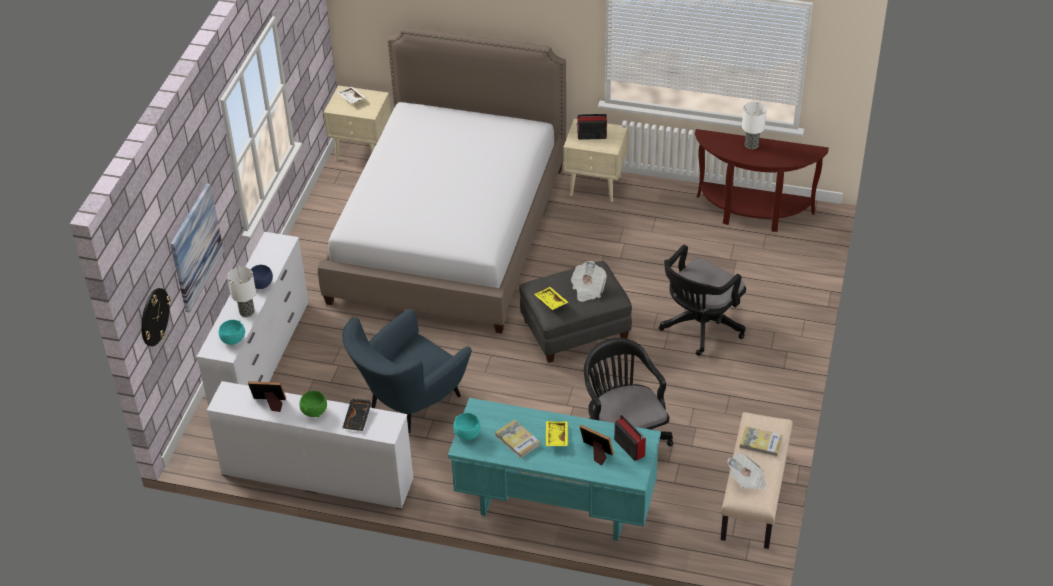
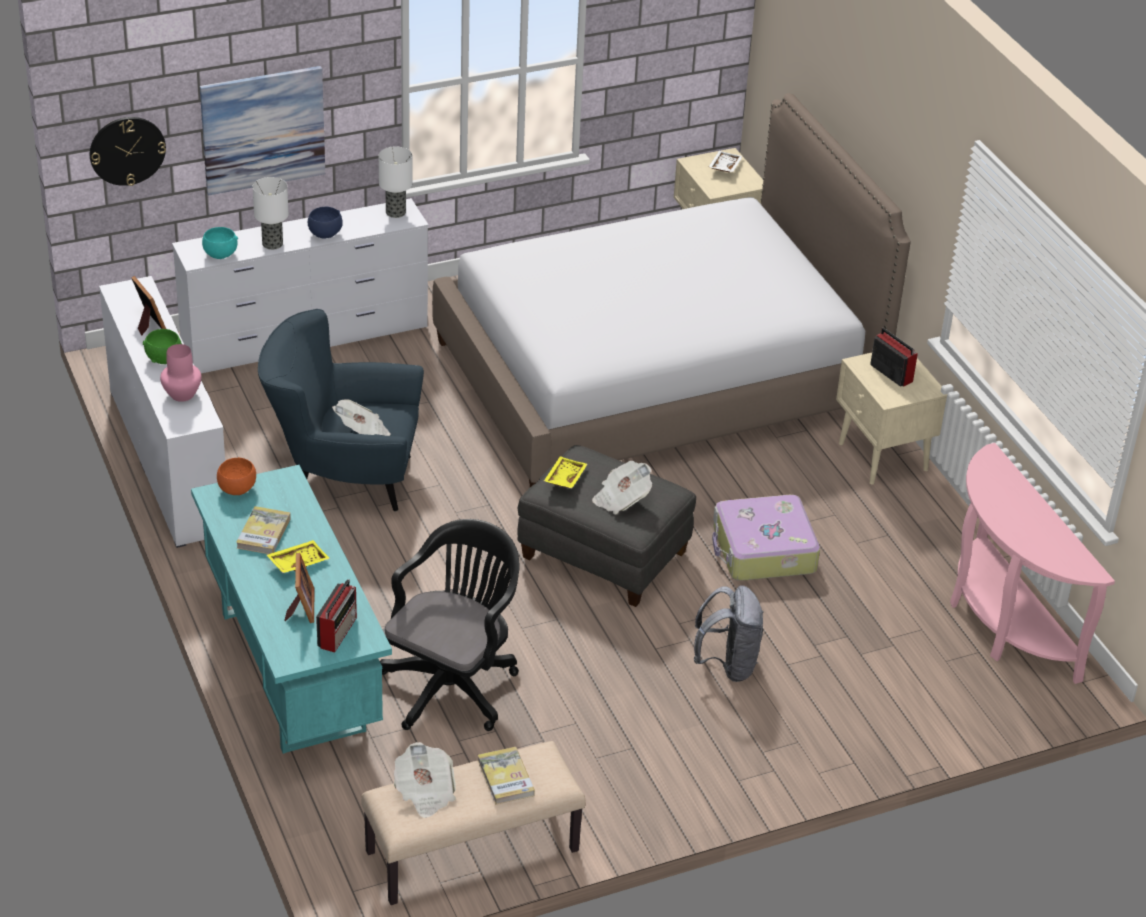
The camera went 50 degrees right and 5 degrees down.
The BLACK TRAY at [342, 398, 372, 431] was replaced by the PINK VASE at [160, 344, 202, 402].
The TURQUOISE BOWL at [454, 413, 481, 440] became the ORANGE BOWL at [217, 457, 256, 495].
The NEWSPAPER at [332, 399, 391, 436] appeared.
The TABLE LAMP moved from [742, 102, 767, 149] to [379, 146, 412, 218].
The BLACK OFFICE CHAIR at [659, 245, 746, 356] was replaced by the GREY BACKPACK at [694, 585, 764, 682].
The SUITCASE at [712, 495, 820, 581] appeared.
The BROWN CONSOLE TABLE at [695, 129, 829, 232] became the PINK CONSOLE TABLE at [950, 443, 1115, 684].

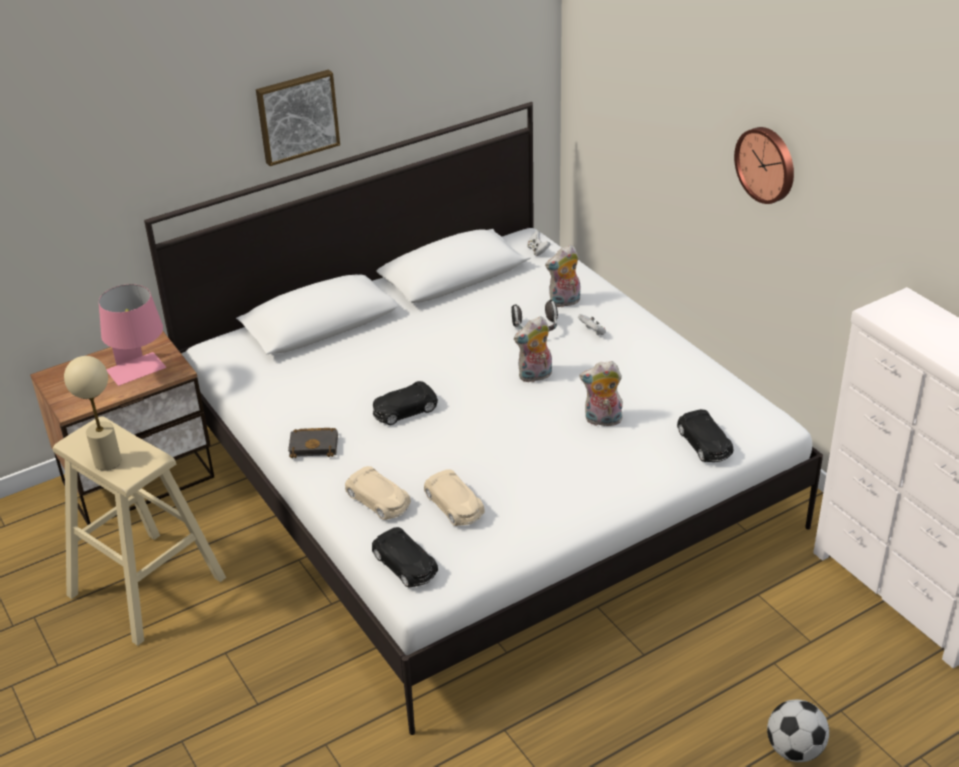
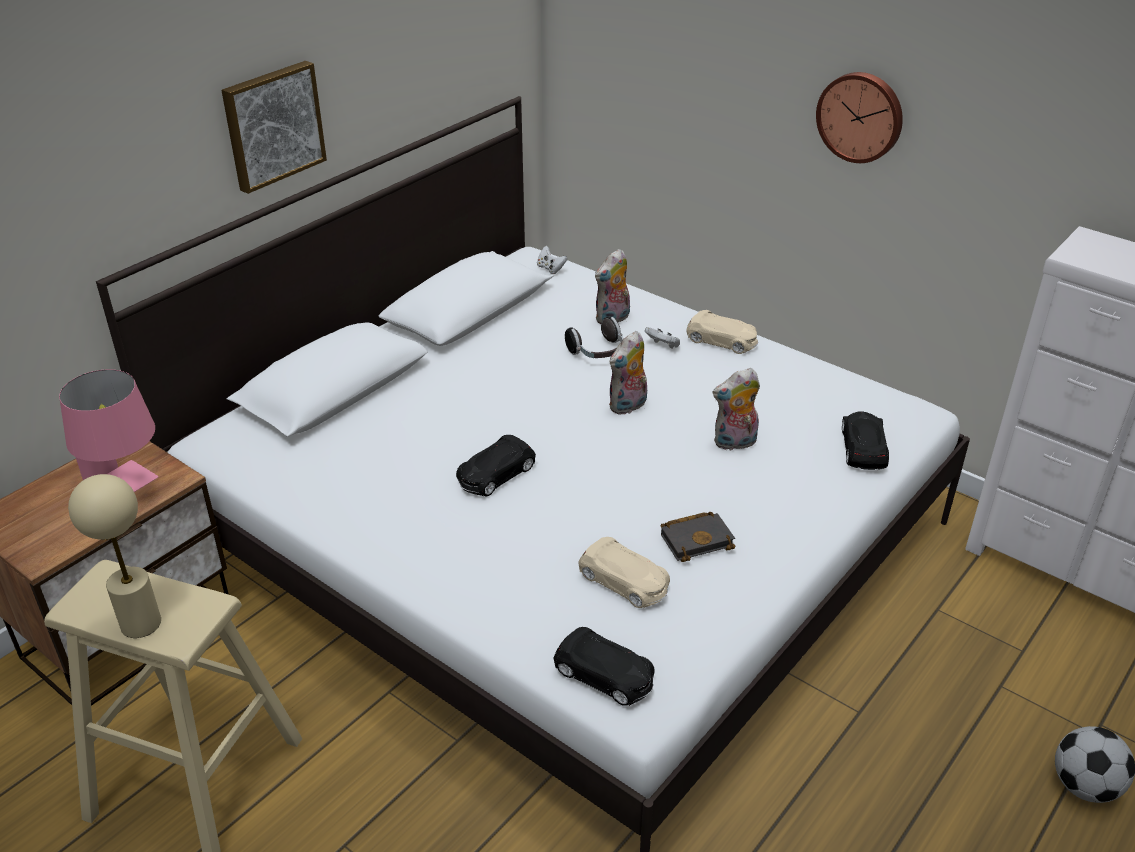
The camera went 20 degrees left and 0 degrees up.
The BLACK BOOK moved from [288, 428, 338, 458] to [661, 512, 735, 562].
The BEIGE TOY CAR moved from [345, 466, 411, 520] to [686, 310, 758, 354].
The BLACK TOY CAR at [677, 409, 733, 462] turned 135 degrees counterclockwise.

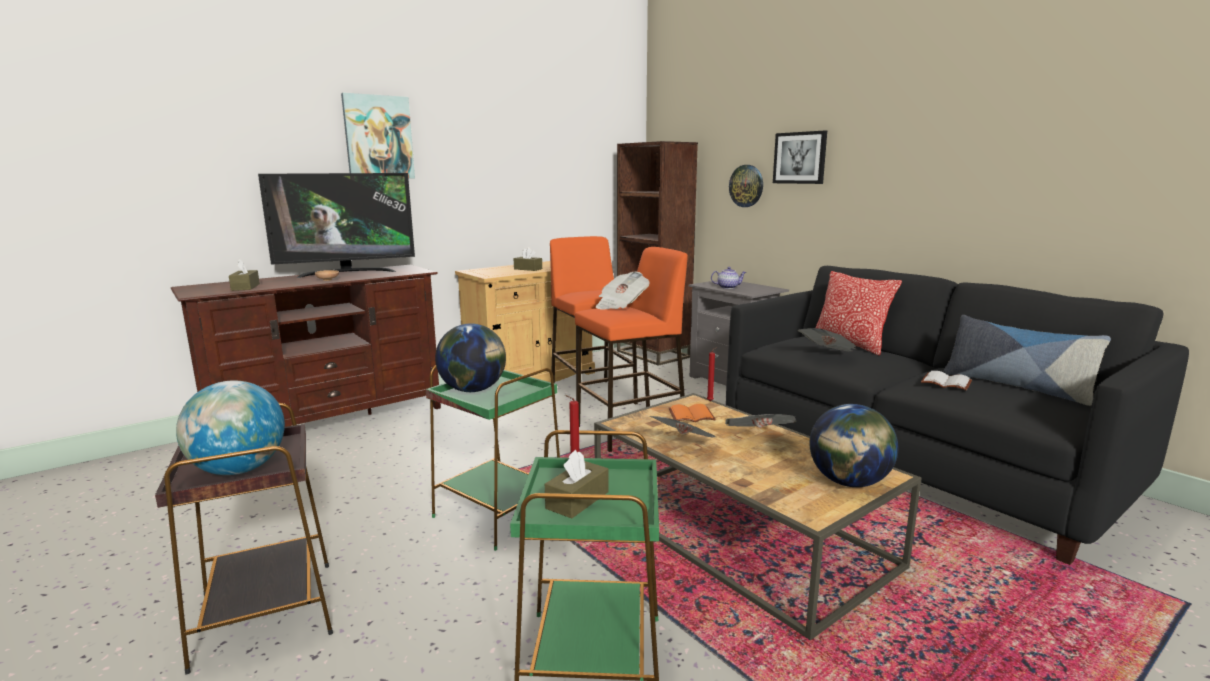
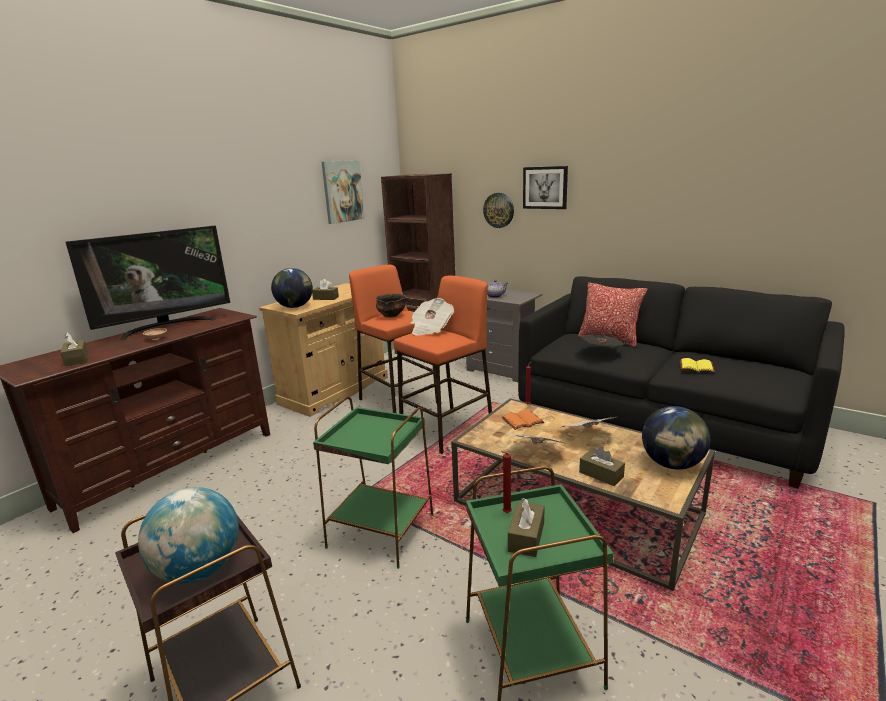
The camera went 15 degrees left and 5 degrees up.
The GLOBE moved from [435, 323, 506, 392] to [271, 268, 313, 308].
The PICTURE moved from [341, 93, 415, 178] to [321, 160, 365, 224].
The BOWL at [376, 293, 406, 317] appeared.
The BROWN TISSUE BOX at [579, 447, 625, 486] appeared.
The WHITE BOOK at [921, 371, 972, 390] became the YELLOW BOOK at [680, 358, 715, 373].
The PILLOW at [944, 315, 1111, 406] disappeared.

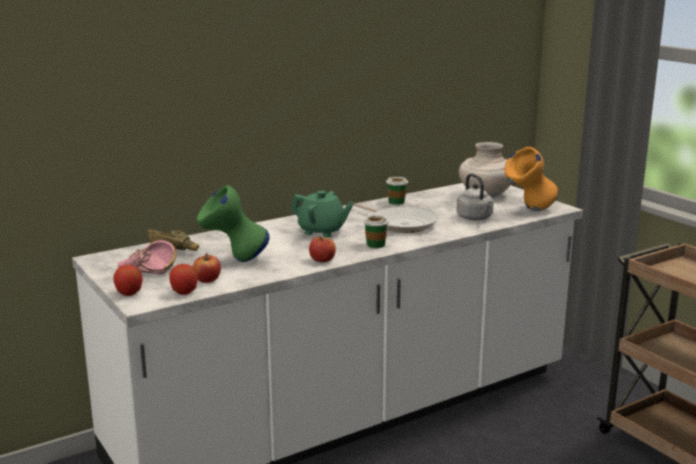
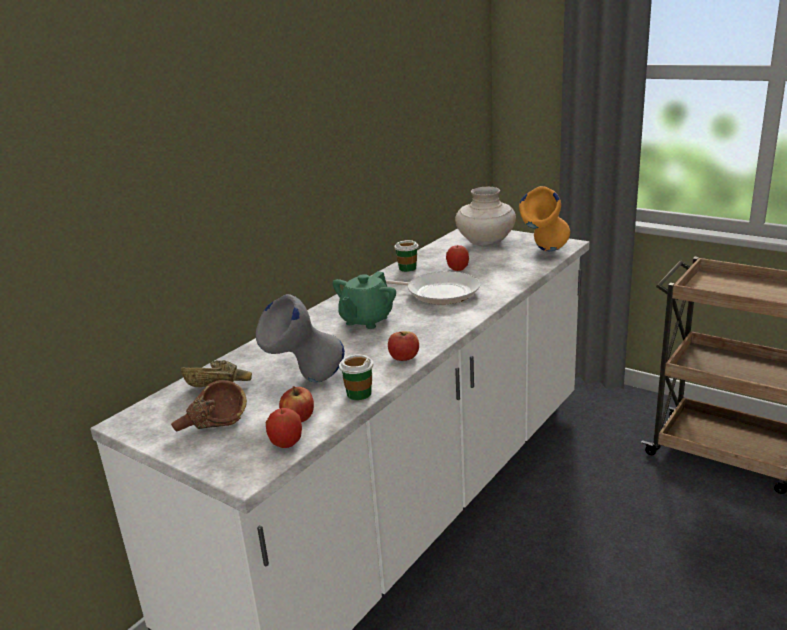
The camera went 20 degrees left and 5 degrees up.
The PINK BOWL at [117, 240, 176, 274] became the BROWN BOWL at [171, 380, 247, 431].
The GREEN VASE at [197, 185, 270, 262] became the GREY VASE at [256, 294, 345, 382].
The GREEN TEAPOT at [291, 191, 354, 237] turned 120 degrees clockwise.
The CUP moved from [363, 215, 389, 248] to [339, 354, 374, 400].
The APPLE moved from [113, 264, 143, 296] to [446, 245, 469, 271].
The GREY KETTLE at [456, 173, 494, 220] disappeared.

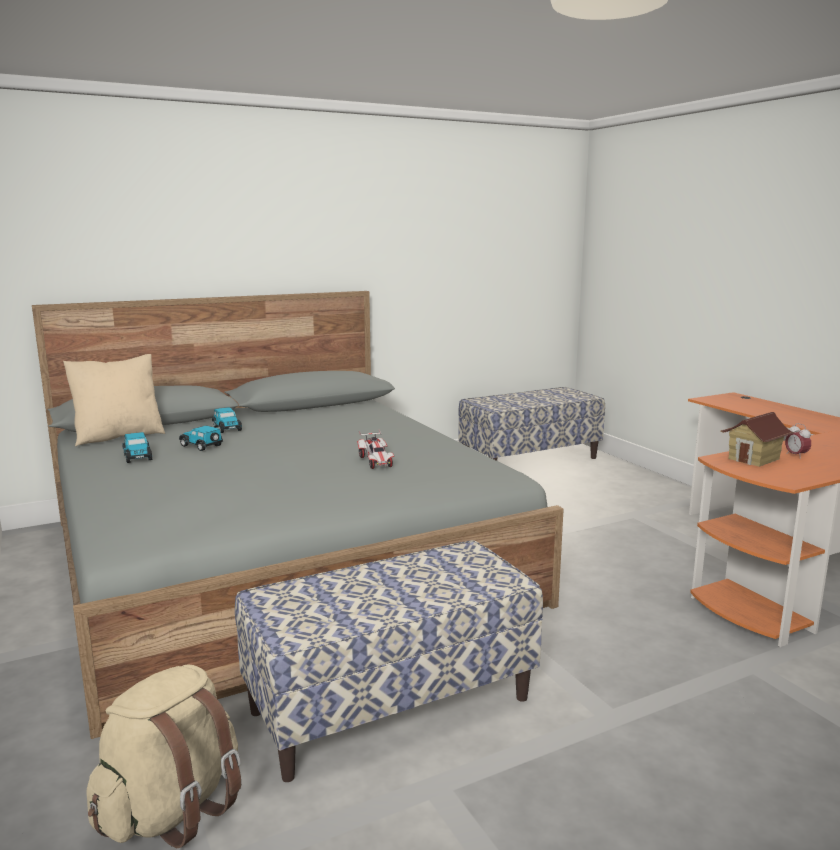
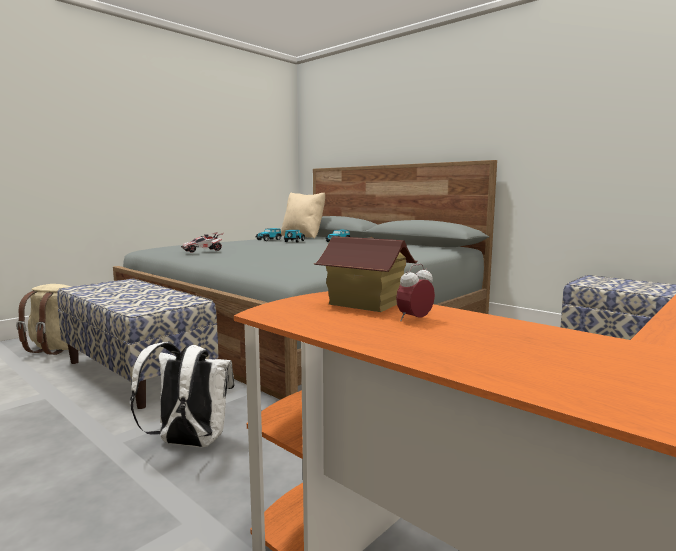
The camera went 70 degrees right and 5 degrees down.
The WHITE BACKPACK at [130, 342, 235, 447] appeared.
The TOY CAR moved from [357, 430, 394, 469] to [181, 232, 223, 253].

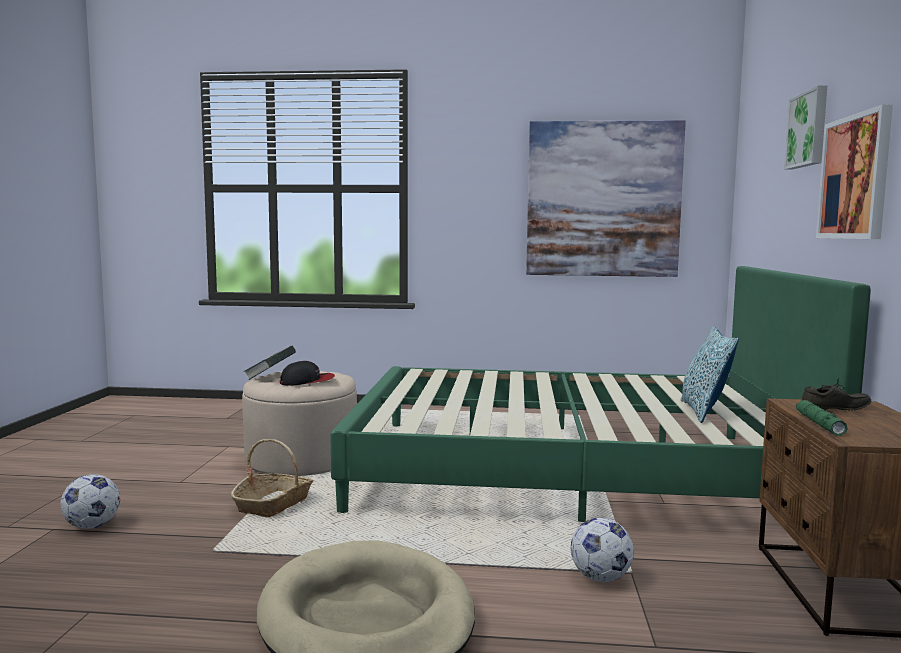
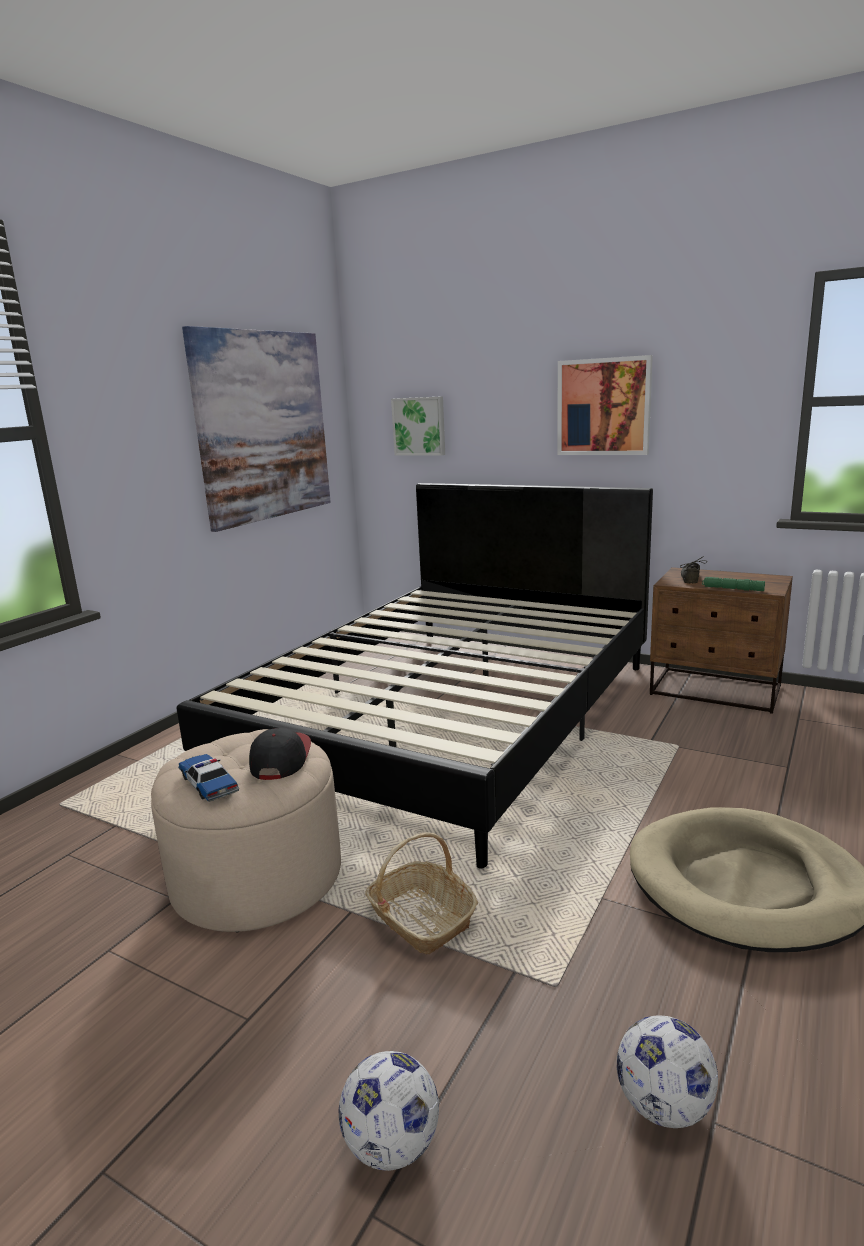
The camera went 65 degrees left and 10 degrees up.
The GREEN BED at [330, 266, 871, 522] became the BLACK BED at [176, 483, 653, 869].
The BOOK at [243, 346, 296, 380] was replaced by the TOY CAR at [178, 754, 239, 802].
The PICTURE moved from [784, 85, 827, 170] to [391, 396, 445, 456].
The FOOTBALL moved from [570, 518, 634, 582] to [617, 1015, 718, 1128].
The PILLOW at [680, 327, 739, 423] disappeared.

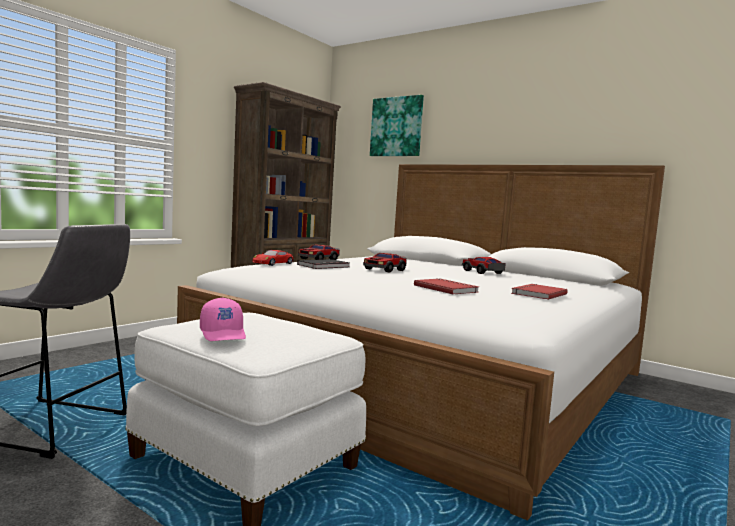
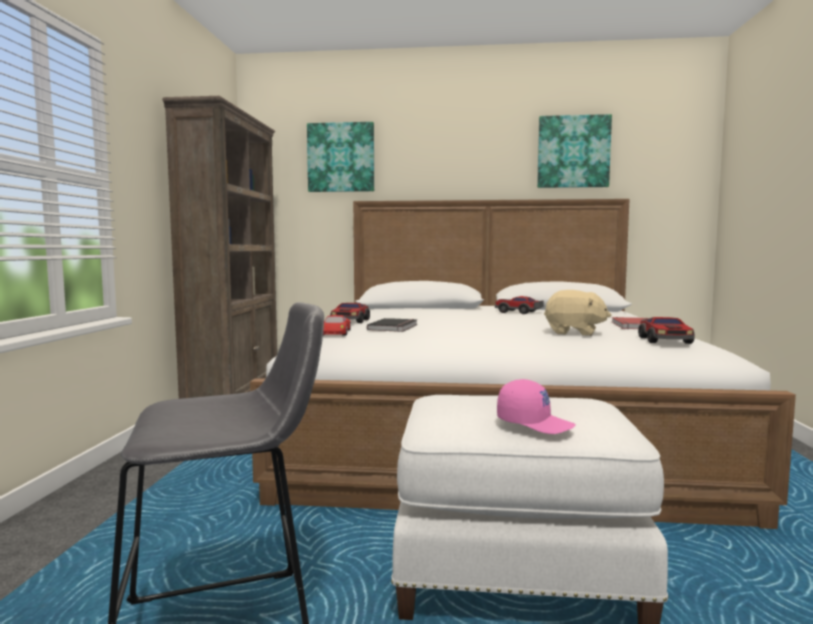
The camera went 30 degrees left and 0 degrees up.
The PICTURE at [537, 114, 612, 188] appeared.
The RED BOOK at [414, 278, 479, 294] was replaced by the BEIGE PLUSH TOY at [544, 290, 611, 336].
The TOY CAR moved from [363, 253, 407, 273] to [638, 317, 695, 344].

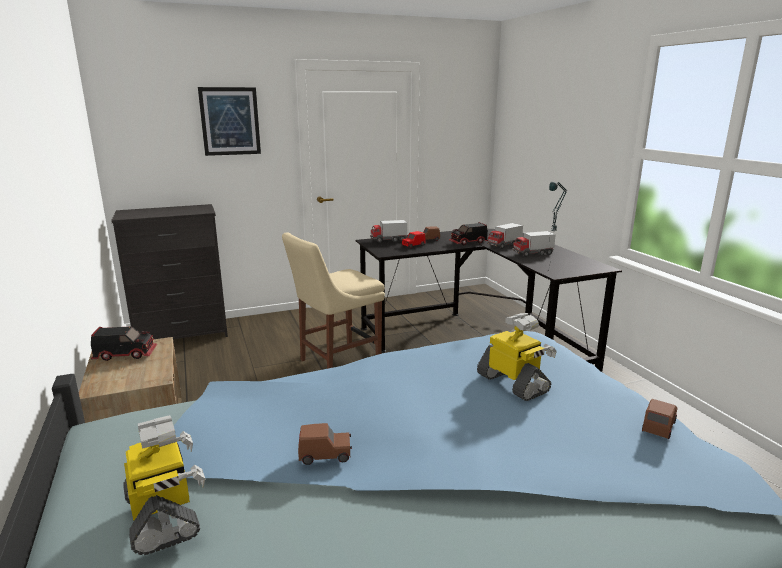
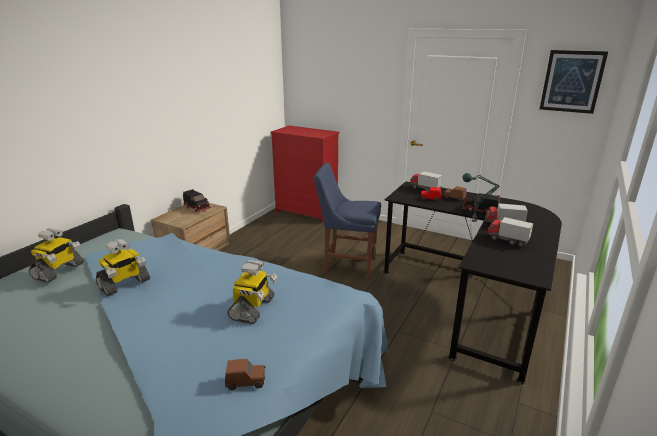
The camera went 50 degrees right and 5 degrees up.
The BROWN TOY CAR at [298, 423, 352, 465] was replaced by the TOY ROBOT at [96, 239, 150, 296].
The BLACK DRESSER at [111, 204, 228, 339] became the RED DRESSER at [271, 126, 339, 223].
The BEIGE CHAIR at [282, 232, 385, 369] became the BLUE CHAIR at [314, 163, 381, 280].
The PICTURE moved from [198, 87, 261, 156] to [540, 50, 608, 114].

